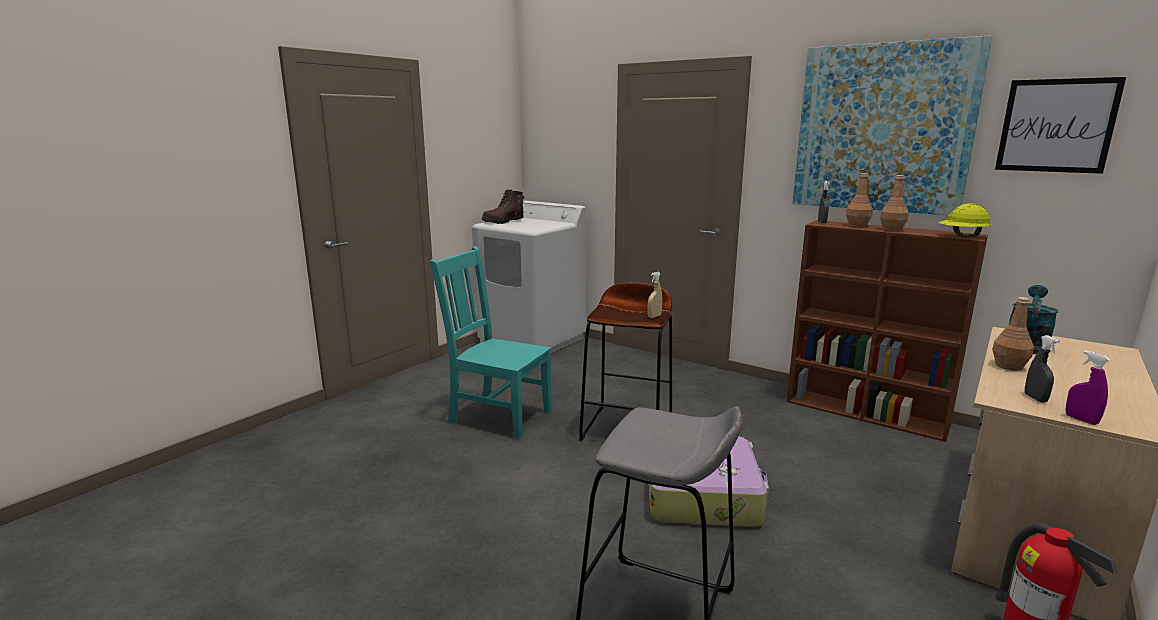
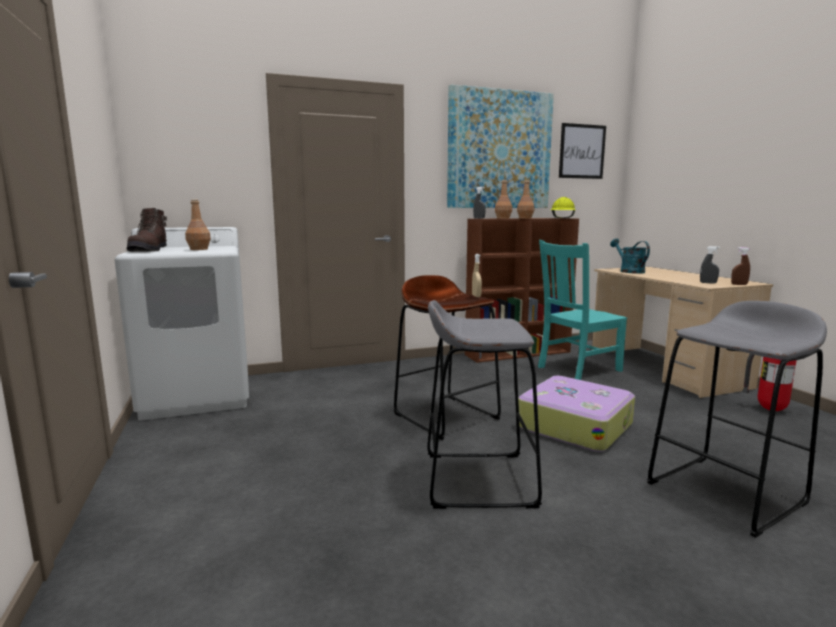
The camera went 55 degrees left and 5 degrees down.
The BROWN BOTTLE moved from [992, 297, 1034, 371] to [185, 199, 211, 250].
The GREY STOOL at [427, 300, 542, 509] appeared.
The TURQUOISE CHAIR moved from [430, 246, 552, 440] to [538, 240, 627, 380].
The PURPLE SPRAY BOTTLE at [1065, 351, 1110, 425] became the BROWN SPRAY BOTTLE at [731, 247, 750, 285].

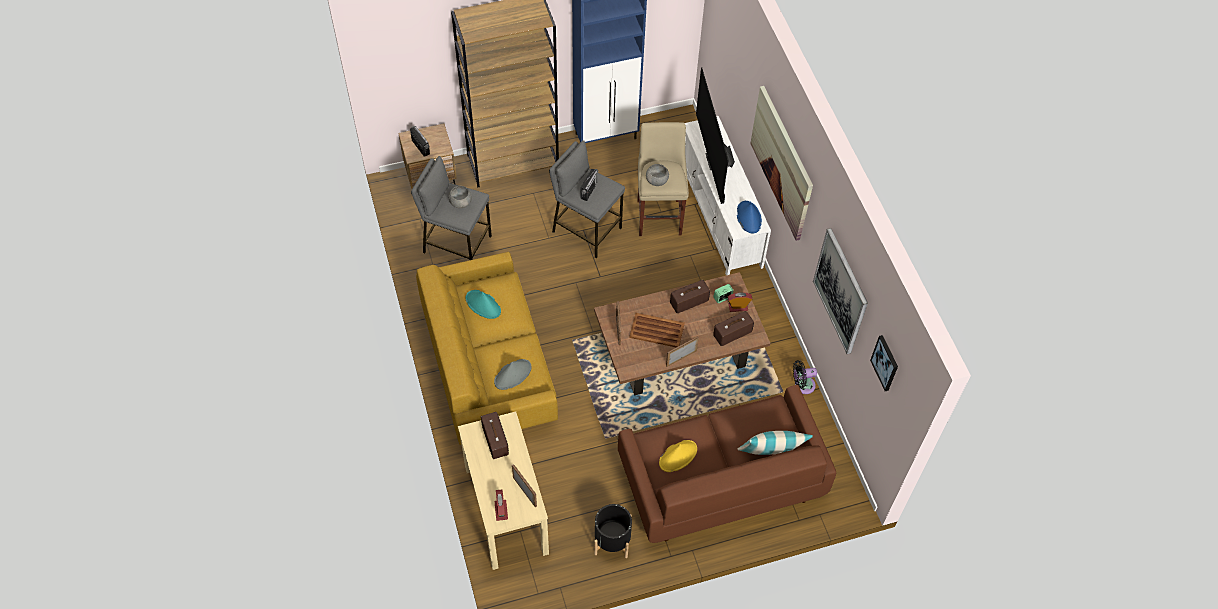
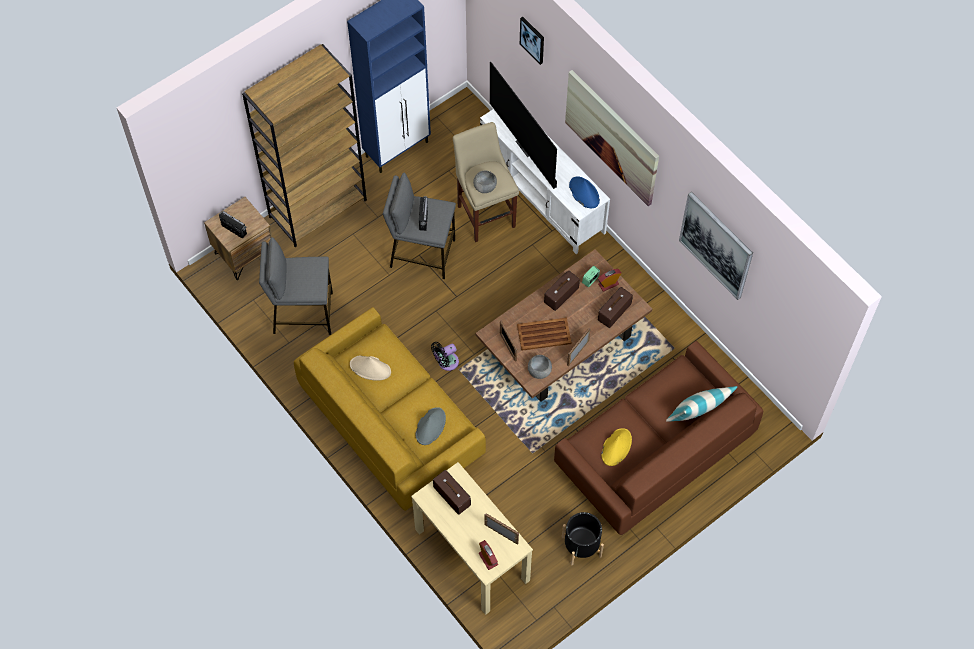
The camera went 20 degrees left and 5 degrees up.
The TURQUOISE HAT at [466, 290, 501, 319] became the BEIGE HAT at [350, 355, 391, 381].
The BLACK FAN moved from [793, 360, 817, 394] to [431, 342, 459, 371].
The PICTURE moved from [870, 335, 898, 391] to [520, 17, 544, 65].
The GREY BOWL moved from [448, 186, 472, 208] to [528, 355, 552, 379].

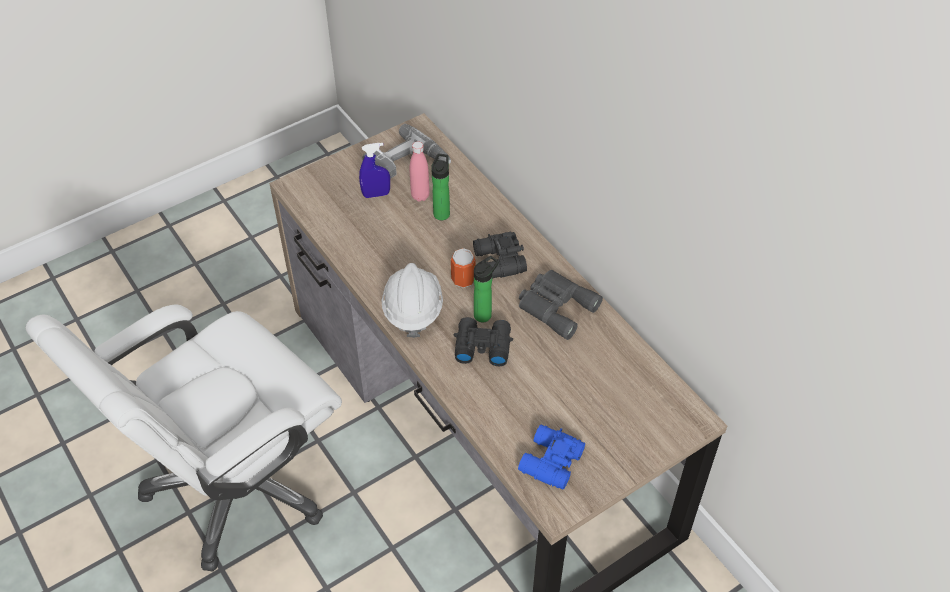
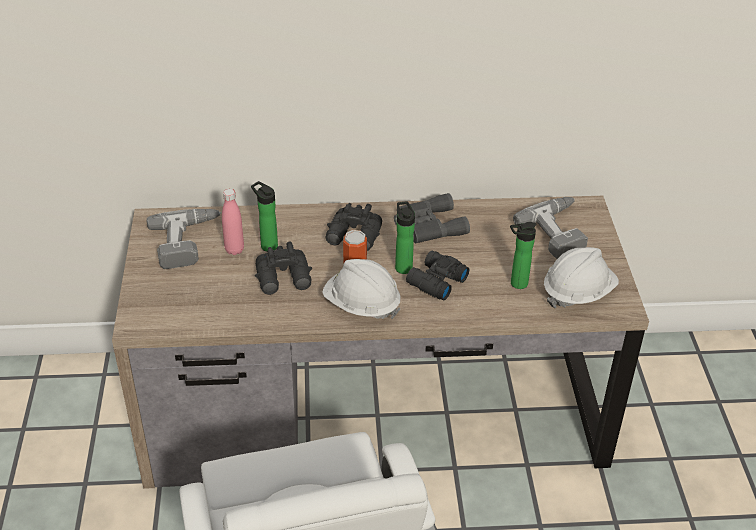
The camera went 60 degrees left and 10 degrees down.
The BLACK BINOCULARS at [255, 242, 312, 295] appeared.
The BOTTLE at [510, 222, 537, 289] appeared.
The POWER DRILL at [513, 197, 588, 259] appeared.
The BLUE BINOCULARS at [518, 425, 585, 490] was replaced by the WHITE HARD HAT at [544, 247, 619, 308].
The BLUE SPRAY BOTTLE at [359, 143, 390, 198] disappeared.

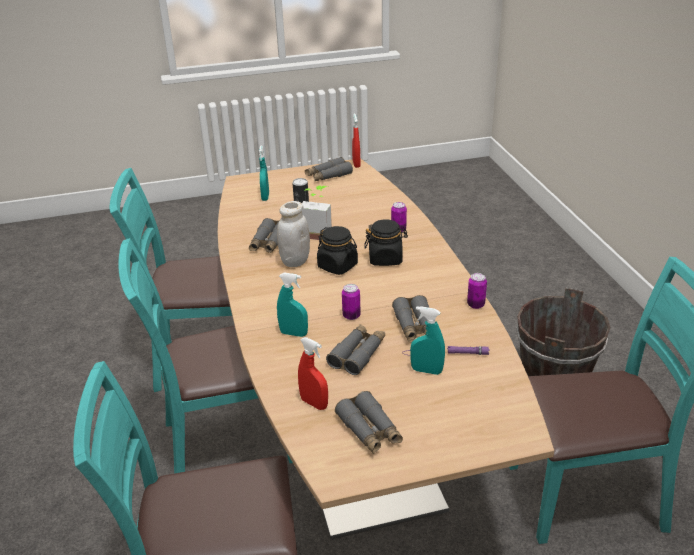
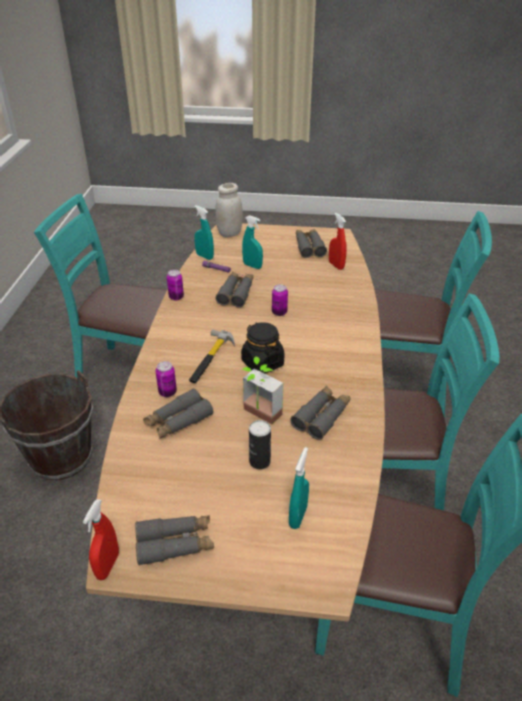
The camera went 160 degrees left and 5 degrees up.
The GREY BINOCULARS moved from [326, 324, 385, 375] to [143, 389, 213, 439].
The BLACK JAR at [364, 219, 408, 266] was replaced by the HAMMER at [189, 330, 235, 383].
The TURQUOISE SPRAY BOTTLE moved from [277, 273, 308, 337] to [194, 205, 214, 260].
The WHITE JAR moved from [277, 201, 310, 267] to [215, 183, 243, 237].

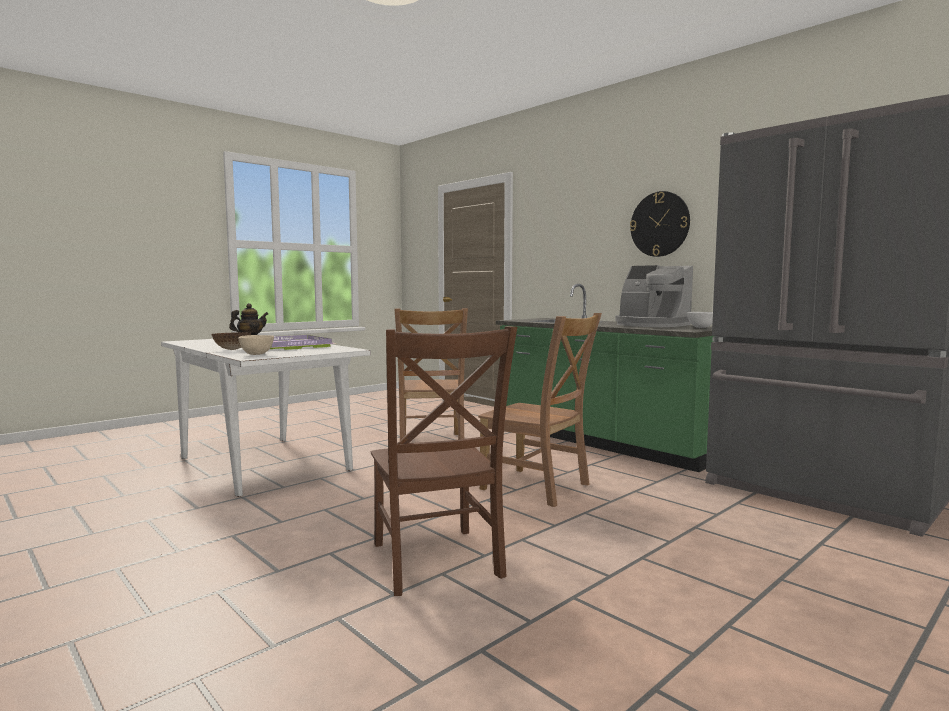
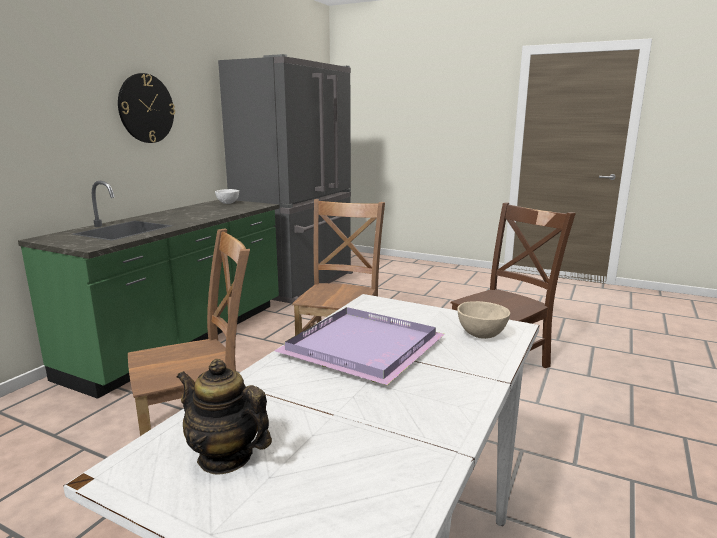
The camera went 110 degrees left and 10 degrees up.
The BOWL at [212, 332, 251, 350] disappeared.
The COFFEE MACHINE at [615, 265, 693, 327] disappeared.

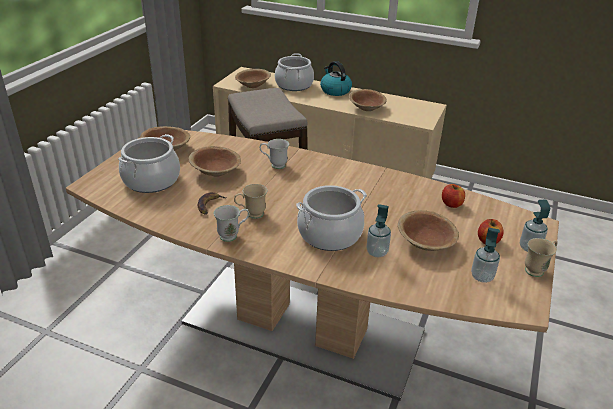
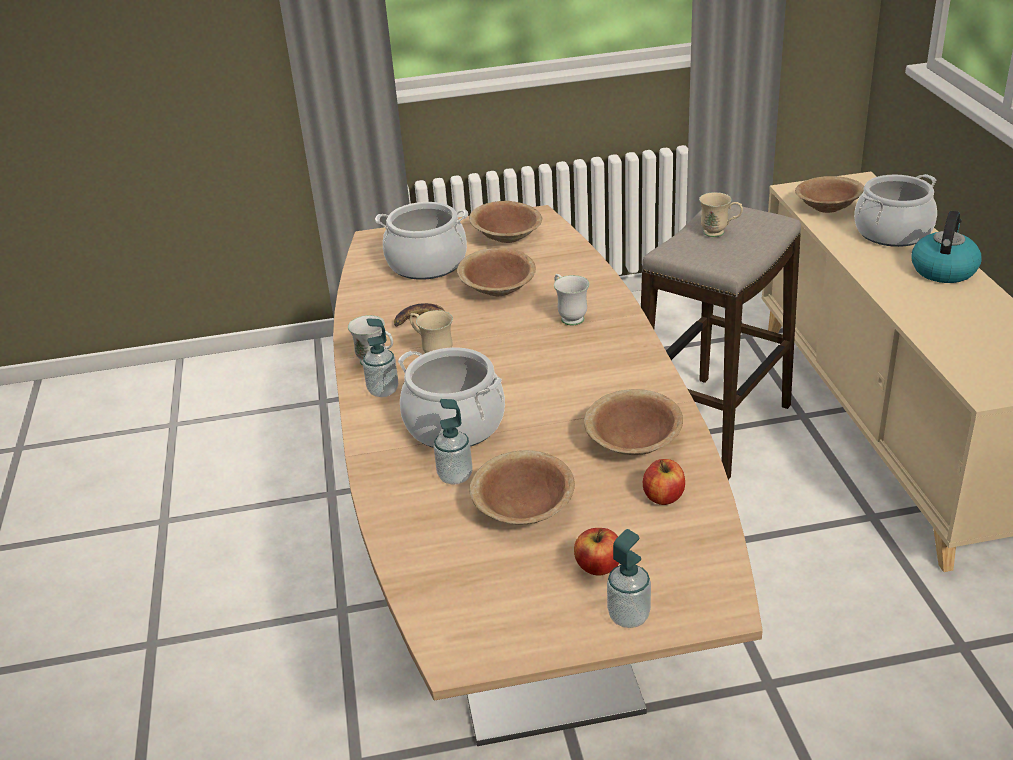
The camera went 60 degrees right and 0 degrees up.
The SOAP DISPENSER moved from [471, 228, 500, 283] to [363, 318, 398, 397].
The BROWN BOWL moved from [349, 89, 387, 111] to [584, 389, 683, 455].
The BEIGE MUG moved from [525, 238, 558, 277] to [699, 192, 743, 237].

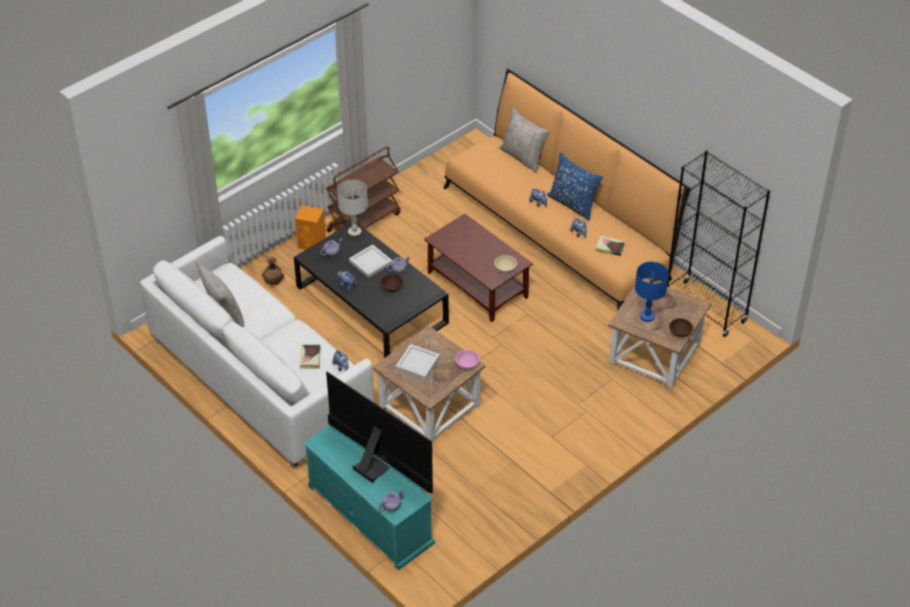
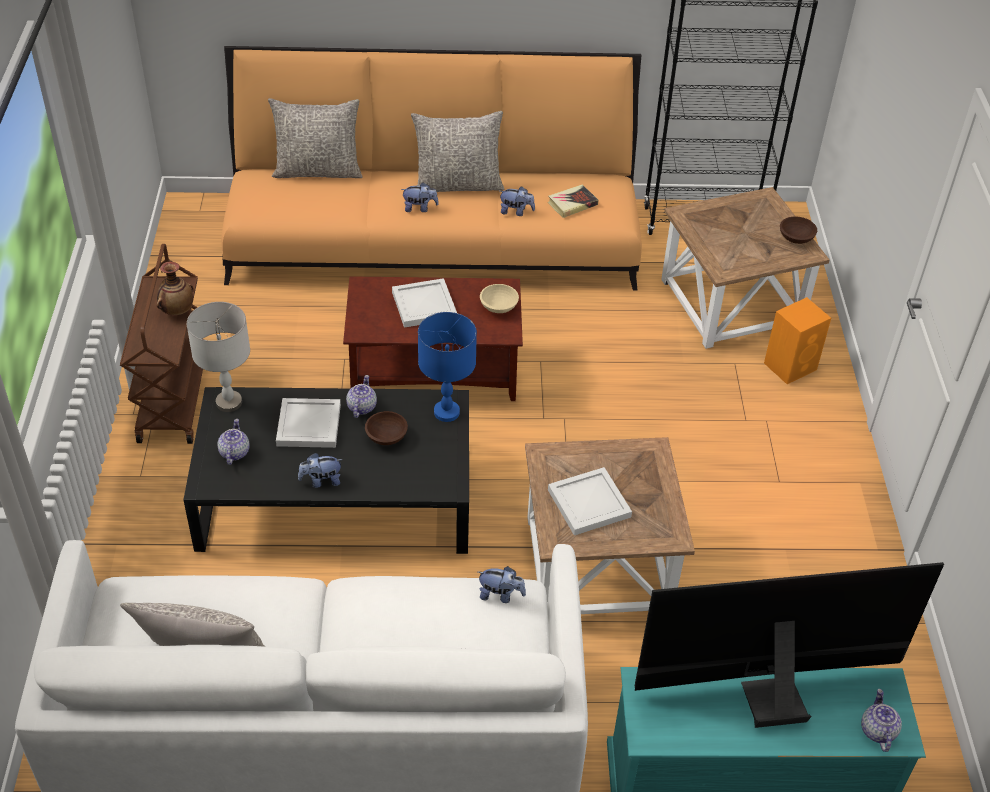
The camera went 50 degrees left and 0 degrees up.
The VASE moved from [262, 257, 285, 285] to [157, 261, 194, 315].
The WHITE TRAY at [392, 278, 457, 328] appeared.
The BLUE PILLOW at [547, 152, 603, 220] became the GREY PILLOW at [411, 111, 504, 192].
The BLUE TABLE LAMP moved from [635, 262, 669, 322] to [418, 312, 477, 422].
The ORANGE SPEAKER moved from [295, 205, 326, 250] to [764, 297, 831, 384].
The BOOK at [299, 345, 320, 369] disappeared.
The PINK BOWL at [455, 350, 480, 369] disappeared.

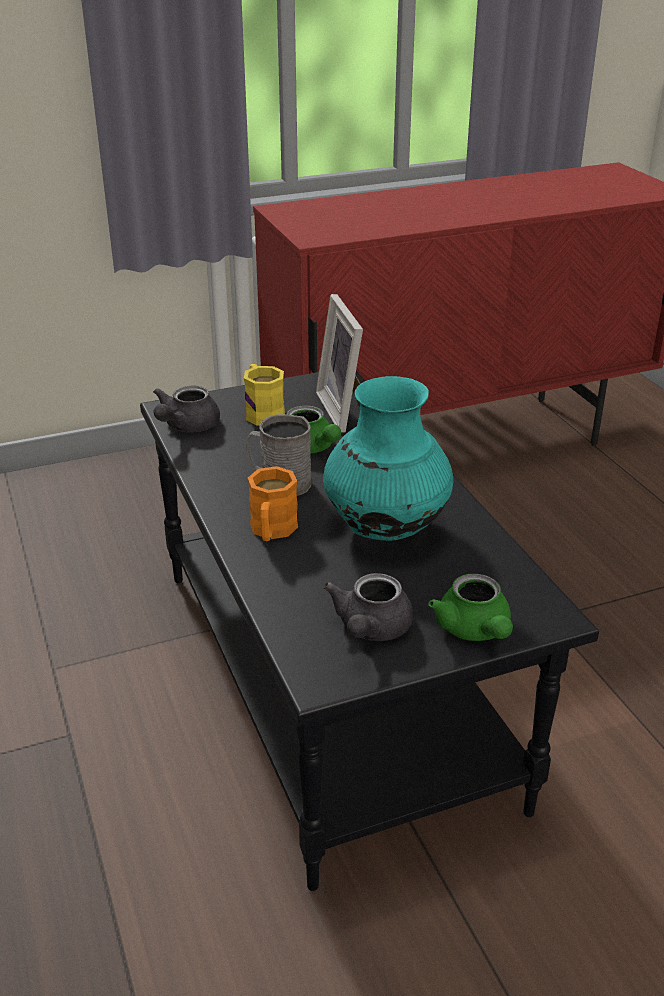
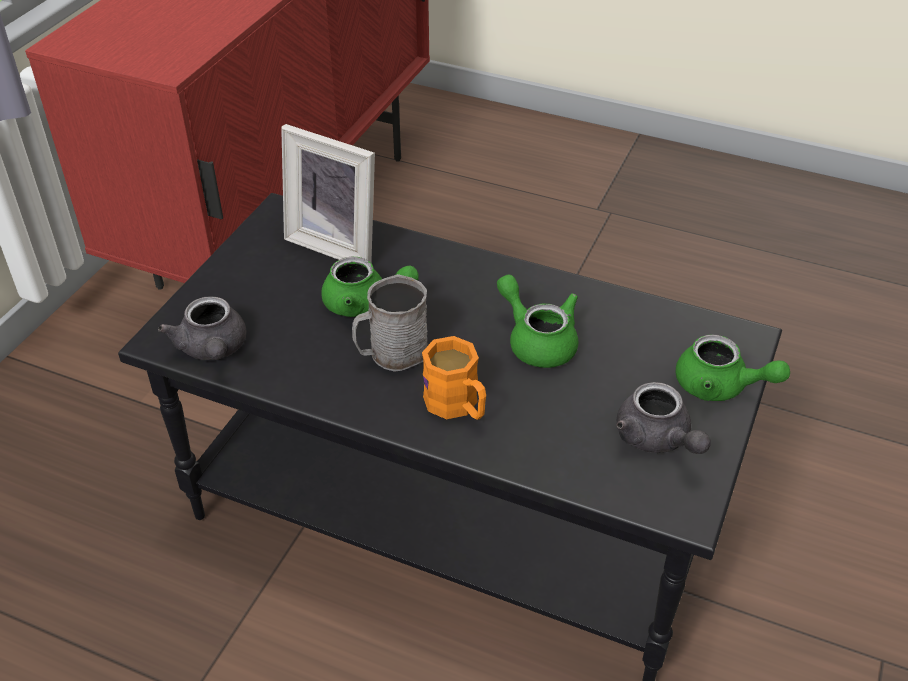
The camera went 45 degrees left and 10 degrees up.
The TURQUOISE VASE at [323, 376, 453, 541] was replaced by the GREEN TEAPOT at [497, 274, 578, 368].
The YELLOW MUG at [244, 364, 285, 426] disappeared.

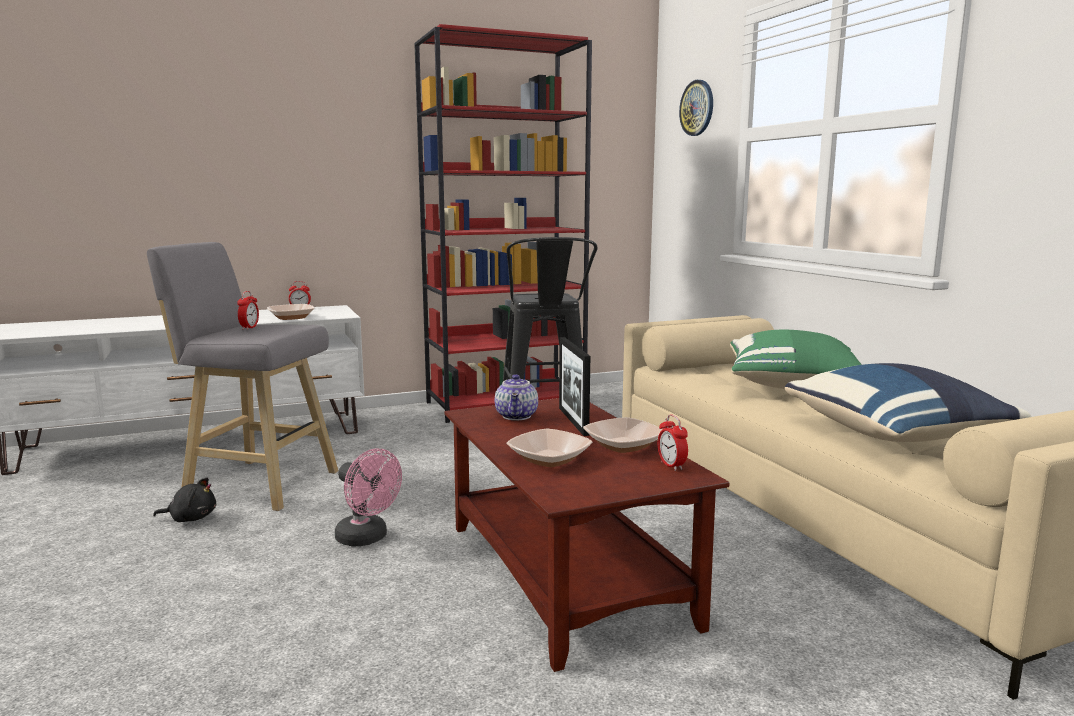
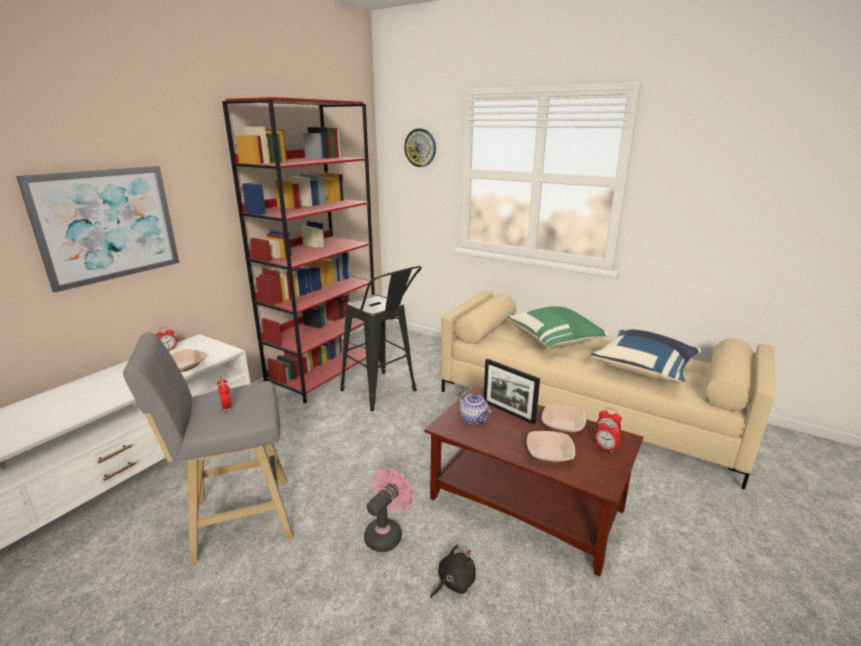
The camera went 35 degrees left and 10 degrees up.
The PICTURE at [16, 166, 179, 293] appeared.
The PINK FAN at [335, 449, 402, 547] turned 60 degrees counterclockwise.
The BLACK PLUSH TOY moved from [153, 477, 216, 522] to [430, 545, 476, 598].
The ALARM CLOCK at [595, 420, 620, 453] appeared.

